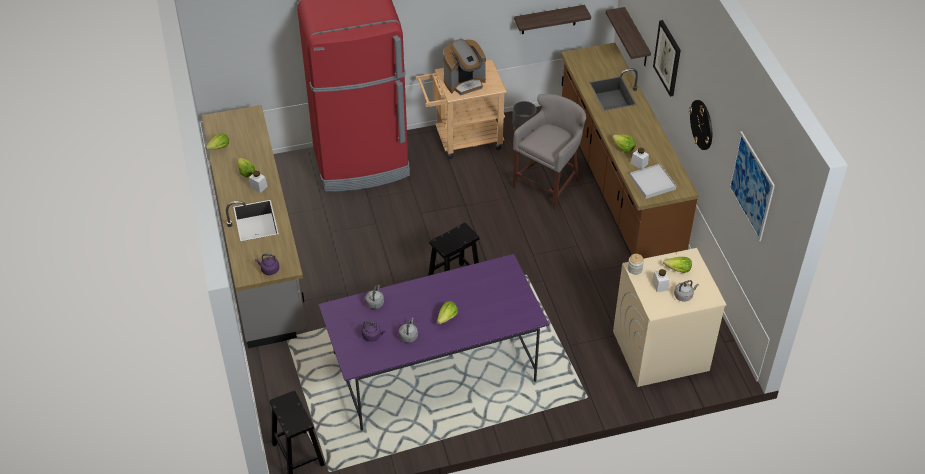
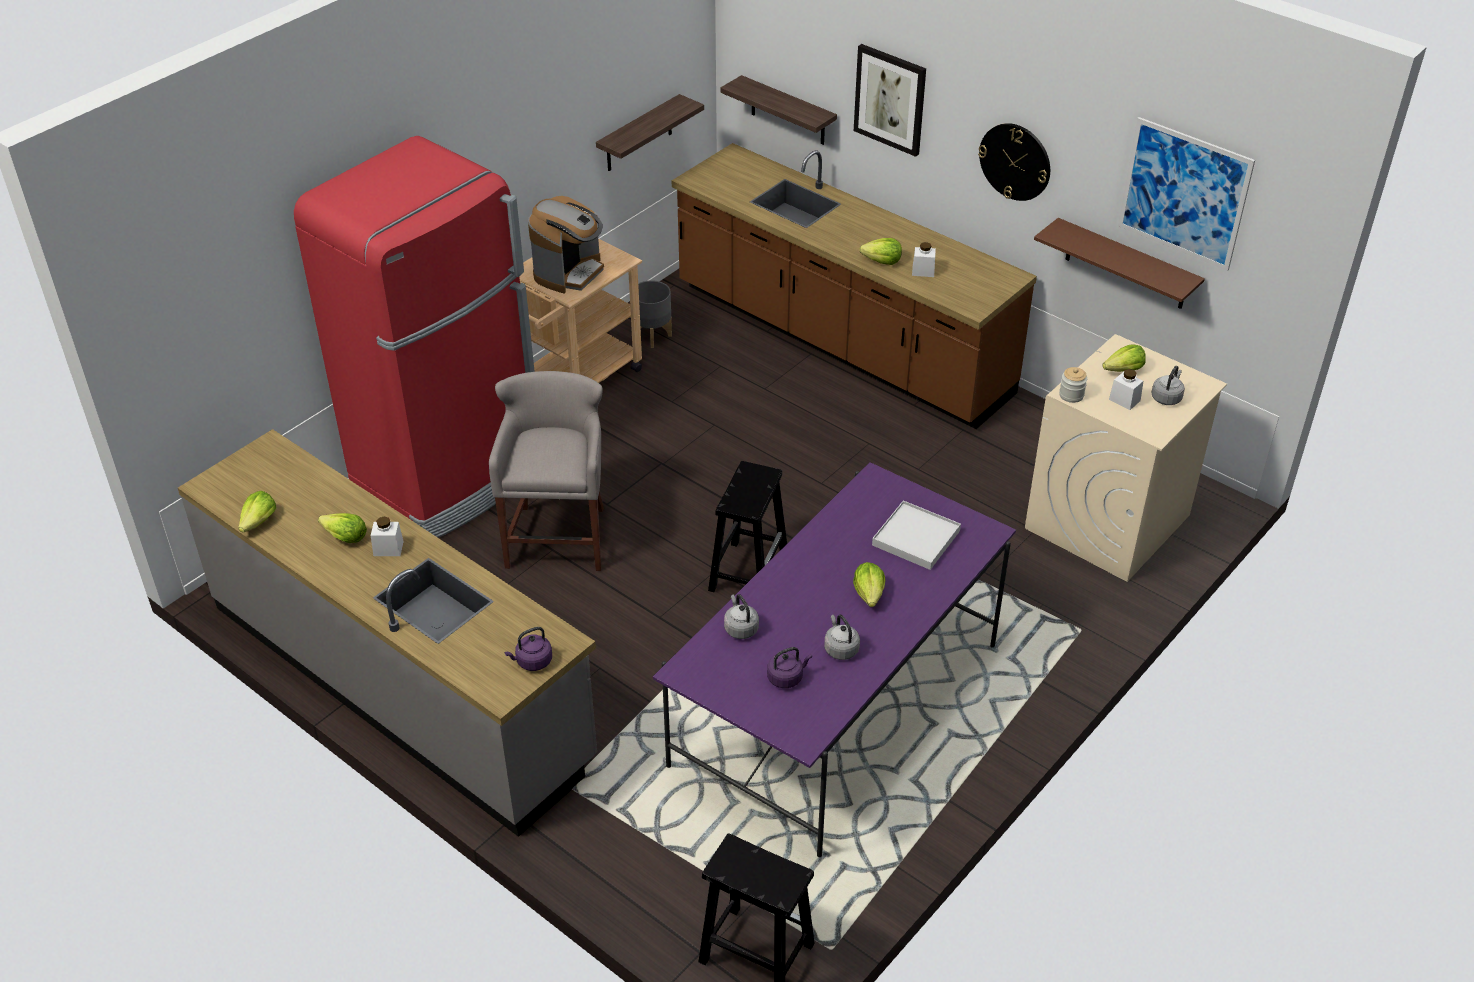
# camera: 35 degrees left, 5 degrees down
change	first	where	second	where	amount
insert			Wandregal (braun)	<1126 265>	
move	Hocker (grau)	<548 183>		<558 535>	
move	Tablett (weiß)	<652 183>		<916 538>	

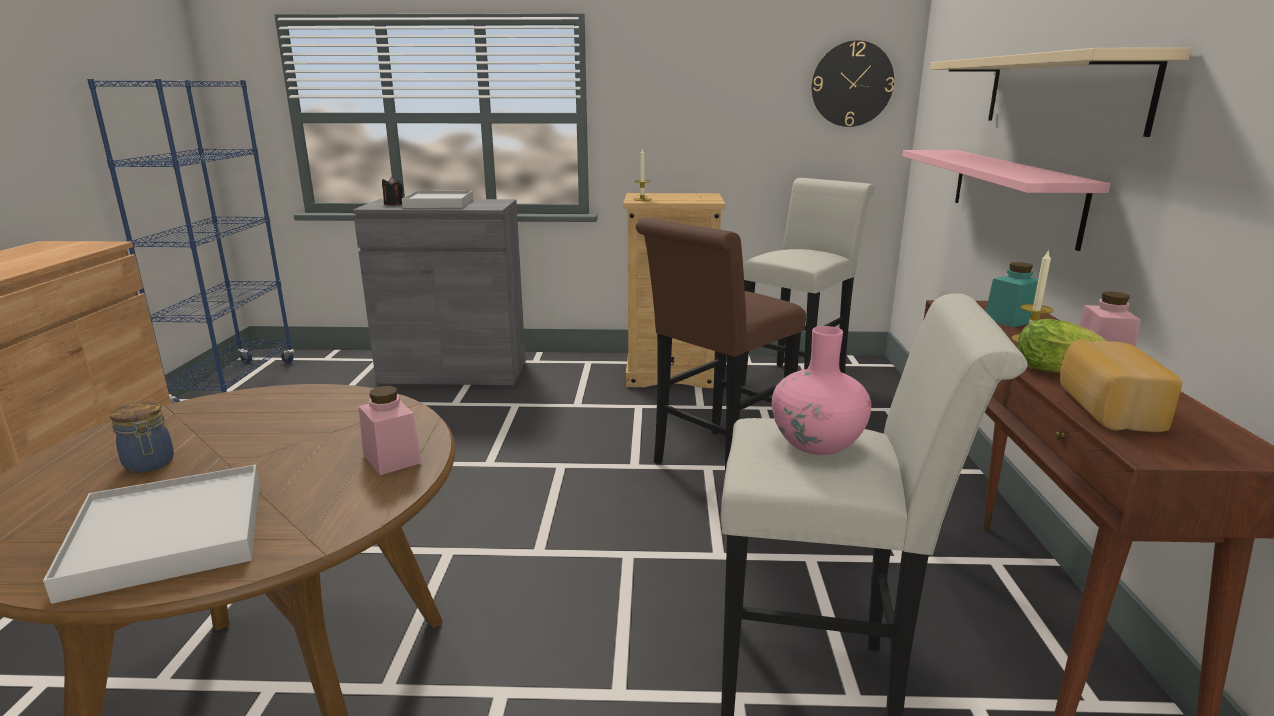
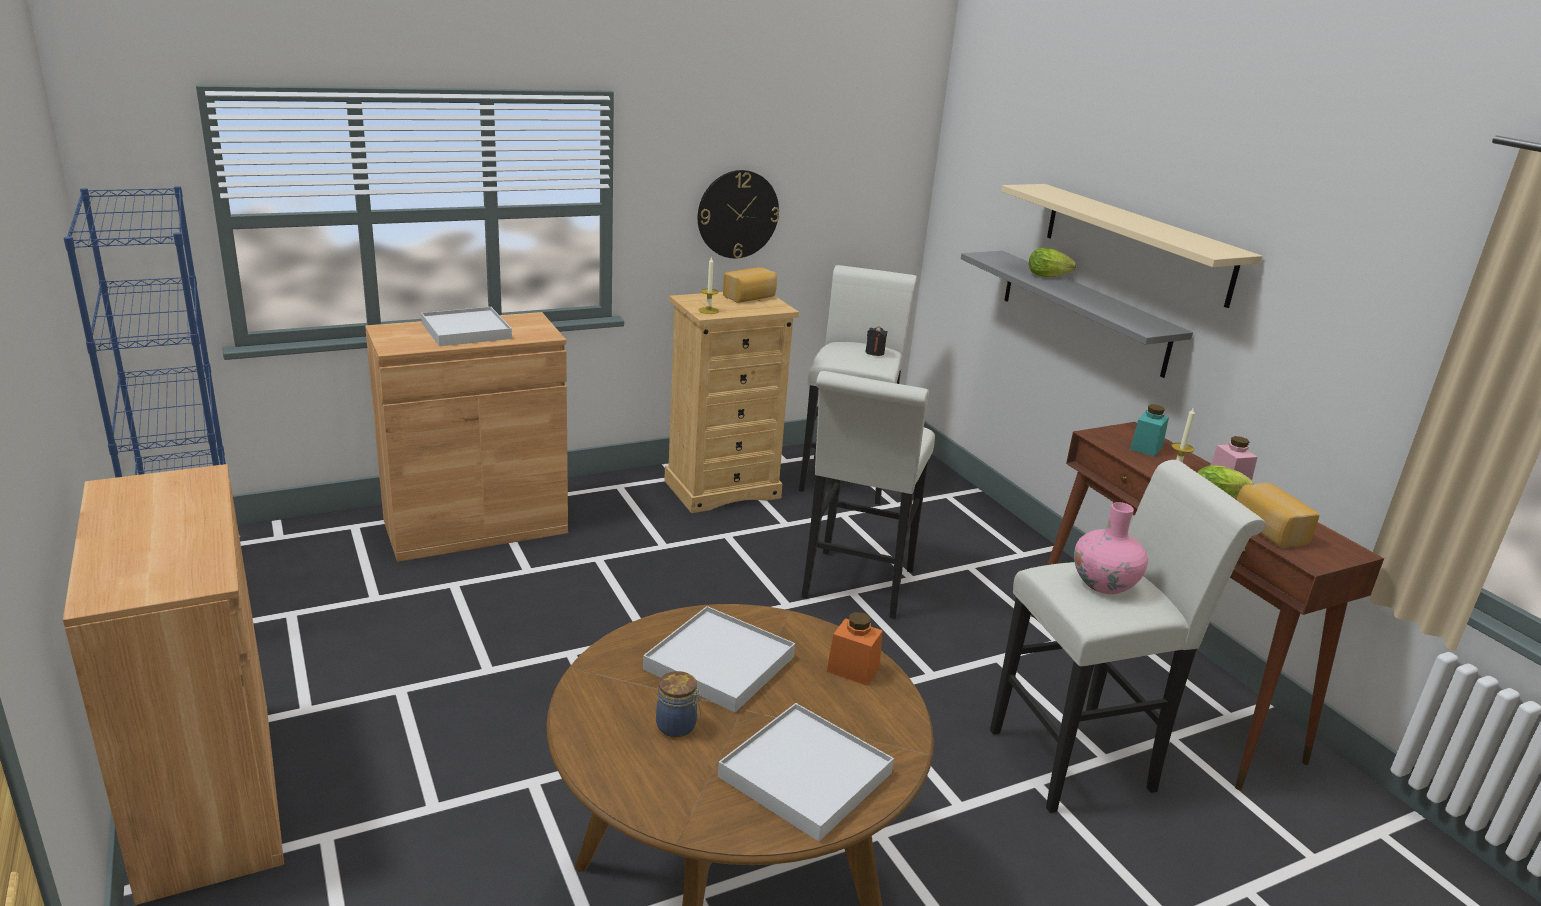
# camera: 30 degrees left, 5 degrees up
change	first	where	second	where	amount
insert			Tablett (weiß)	<720 663>	
insert			Brot	<750 297>	
insert			Salatkopf	<1050 277>	
move	Kerze (schwarz)	<394 204>		<874 352>	
move	Wanduhr	<852 84>		<737 214>	
recolor	Schrank (grau)	<453 371>	Schrank (braun)	<476 527>	
recolor	Vorratsglas (rosa)	<392 458>	Vorratsglas (orange)	<853 669>	
recolor	Hocker (braun)	<715 465>	Hocker (weiß)	<855 588>	
recolor	Wandregal (rosa)	<1012 193>	Wandregal (grau)	<1083 311>	

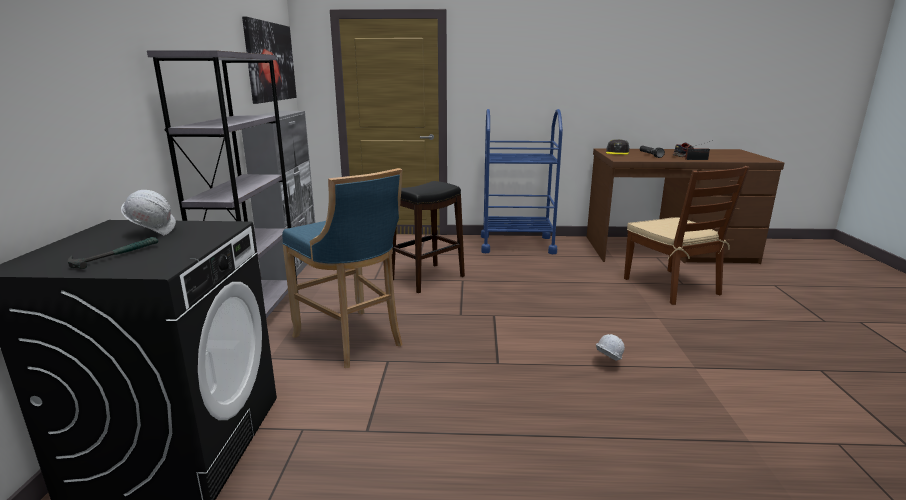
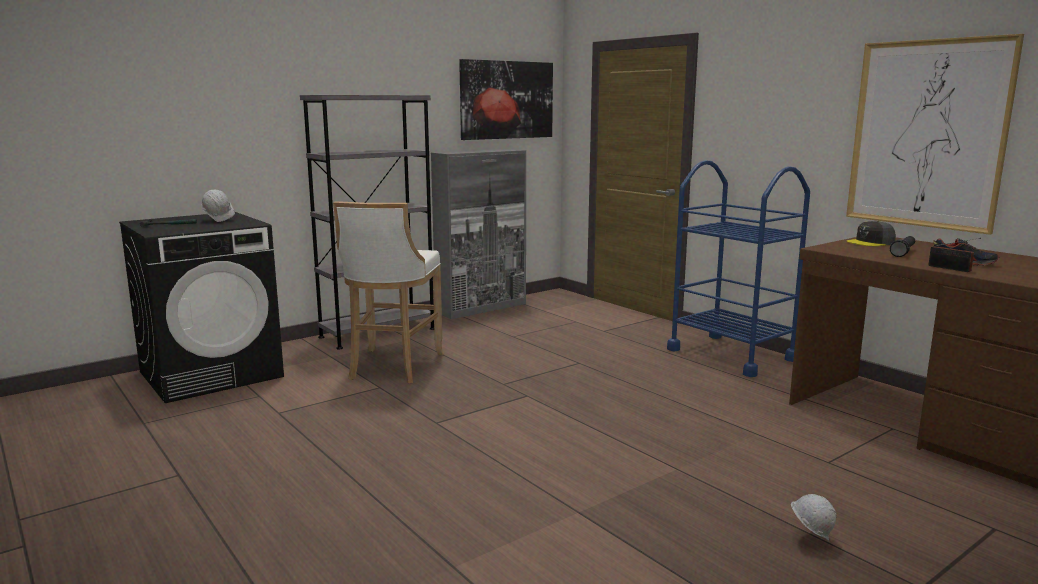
# camera: 50 degrees right, 5 degrees down
change	first	where	second	where	amount
delete	Hocker (schwarz)	<427 278>			
delete	Stuhl (braun)	<672 286>			
insert			Bild	<927 134>	
move	Schutzhelm (weiß)	<606 363>		<809 538>	
recolor	Hocker (blau)	<352 340>	Hocker (weiß)	<392 367>	

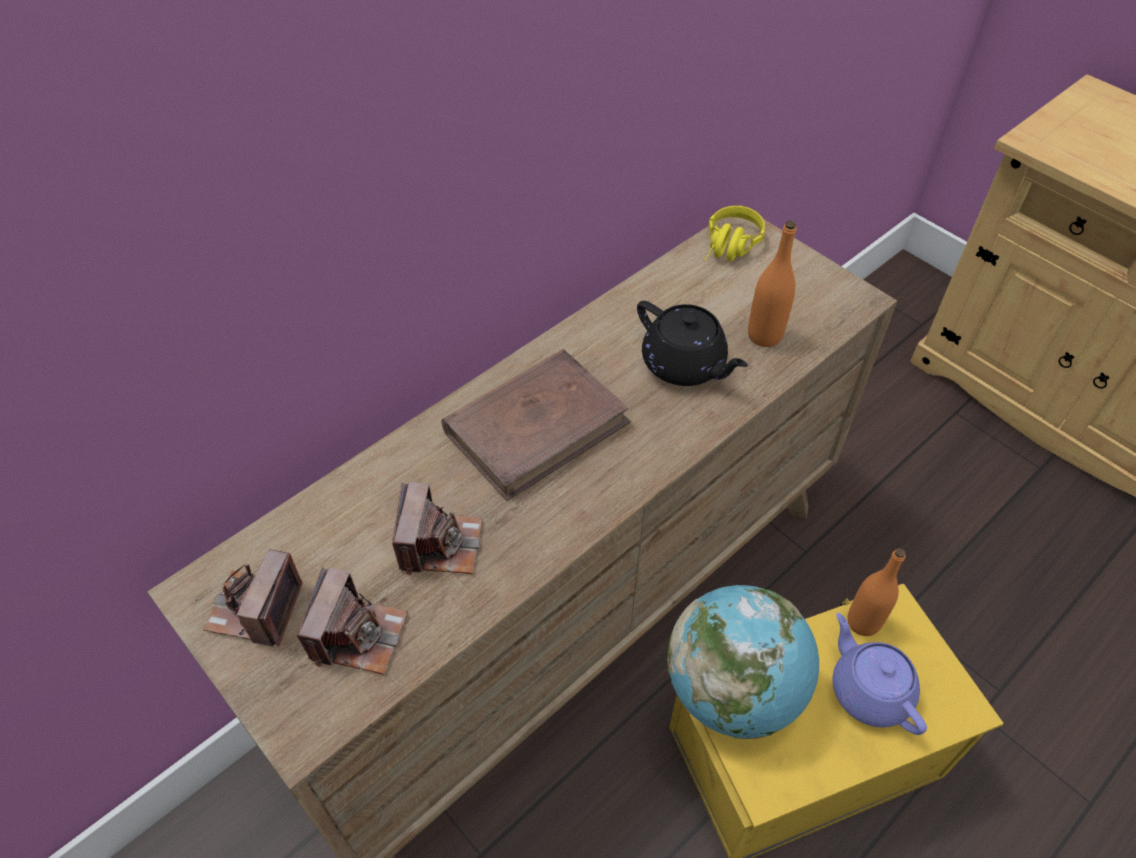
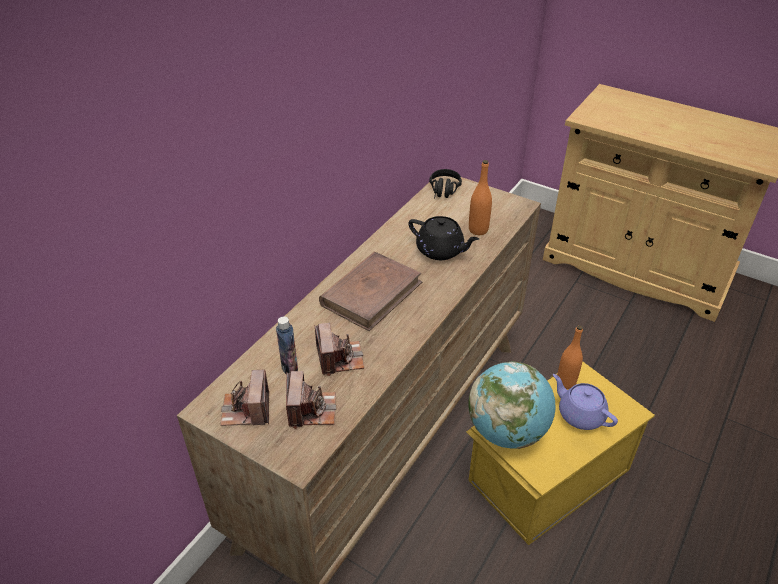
# camera: 15 degrees left, 10 degrees down
change	first	where	second	where	amount
insert			Flasche	<289 367>	
recolor	Kopfhörer (gelb)	<729 249>	Kopfhörer (schwarz)	<444 192>	

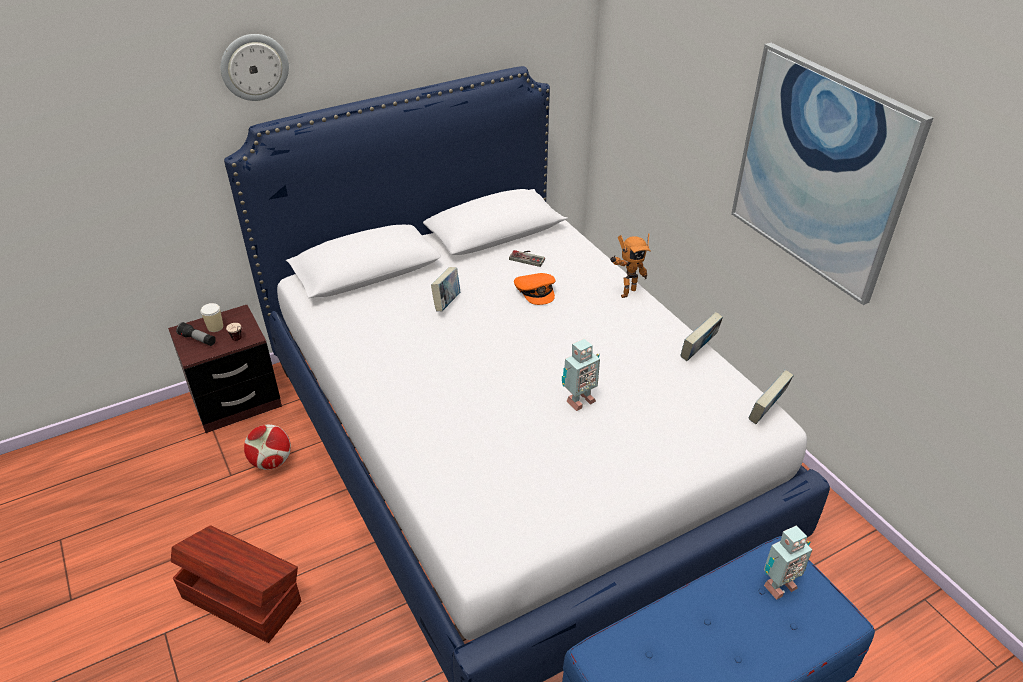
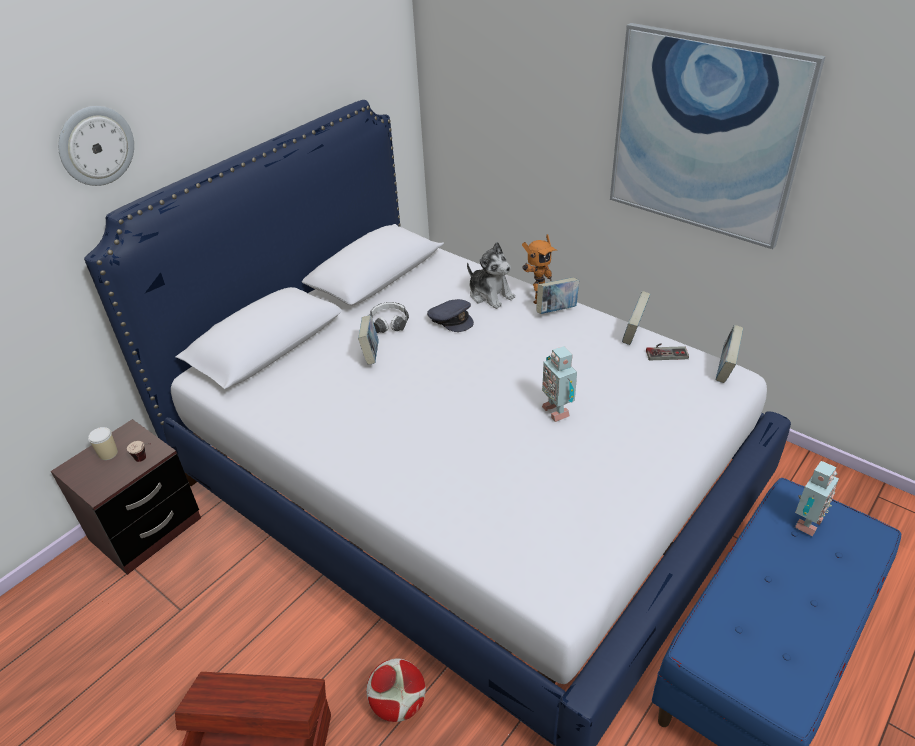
# camera: 20 degrees left, 0 degrees up
change	first	where	second	where	amount
delete	Taschenlampe	<198 339>			
insert			Kopfhörer	<389 322>	
insert			Plüschtier	<490 295>	
insert			Buch	<556 310>	
move	Fußball	<272 462>		<398 704>	
move	Gamepad	<528 257>		<666 351>	
recolor	Kappe (orange)	<535 291>	Kappe (grau)	<451 319>	
rotate	Spielzeugroboter	<578 401>		<557 410>	120 degrees clockwise

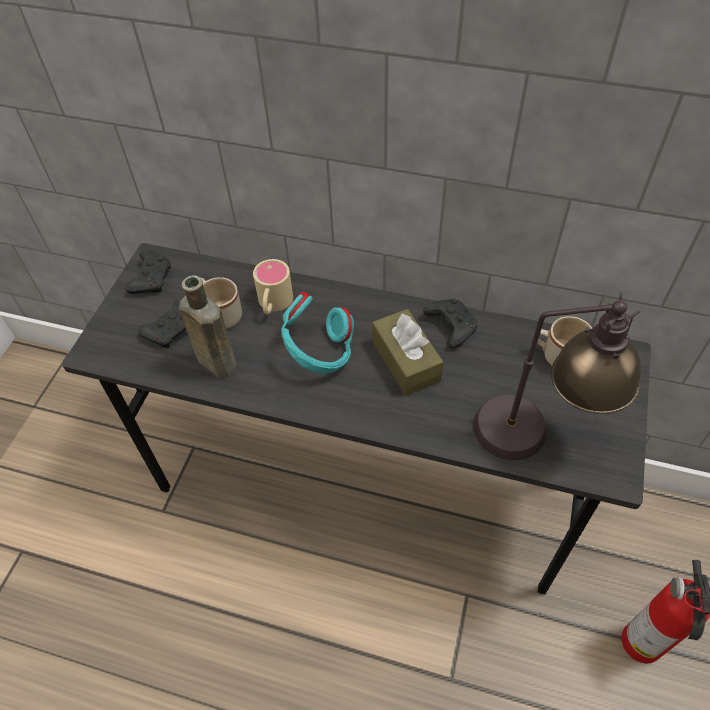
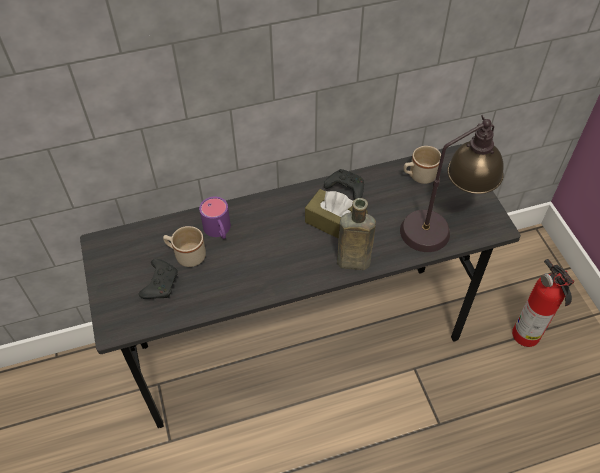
# camera: 35 degrees left, 0 degrees up
change	first	where	second	where	amount
delete	Gamepad (schwarz)	<151 278>			
delete	Kopfhörer (türkis)	<319 353>			
move	Flasche (braun)	<215 362>		<351 262>	
recolor	Henkelbecher (beige)	<273 304>	Henkelbecher (lila)	<219 231>	

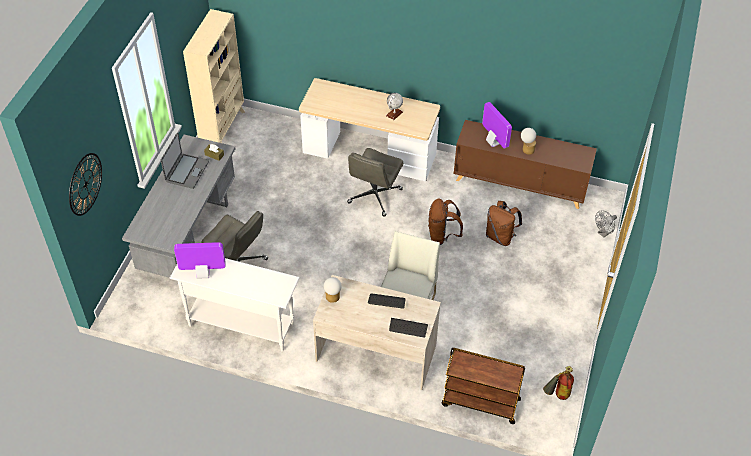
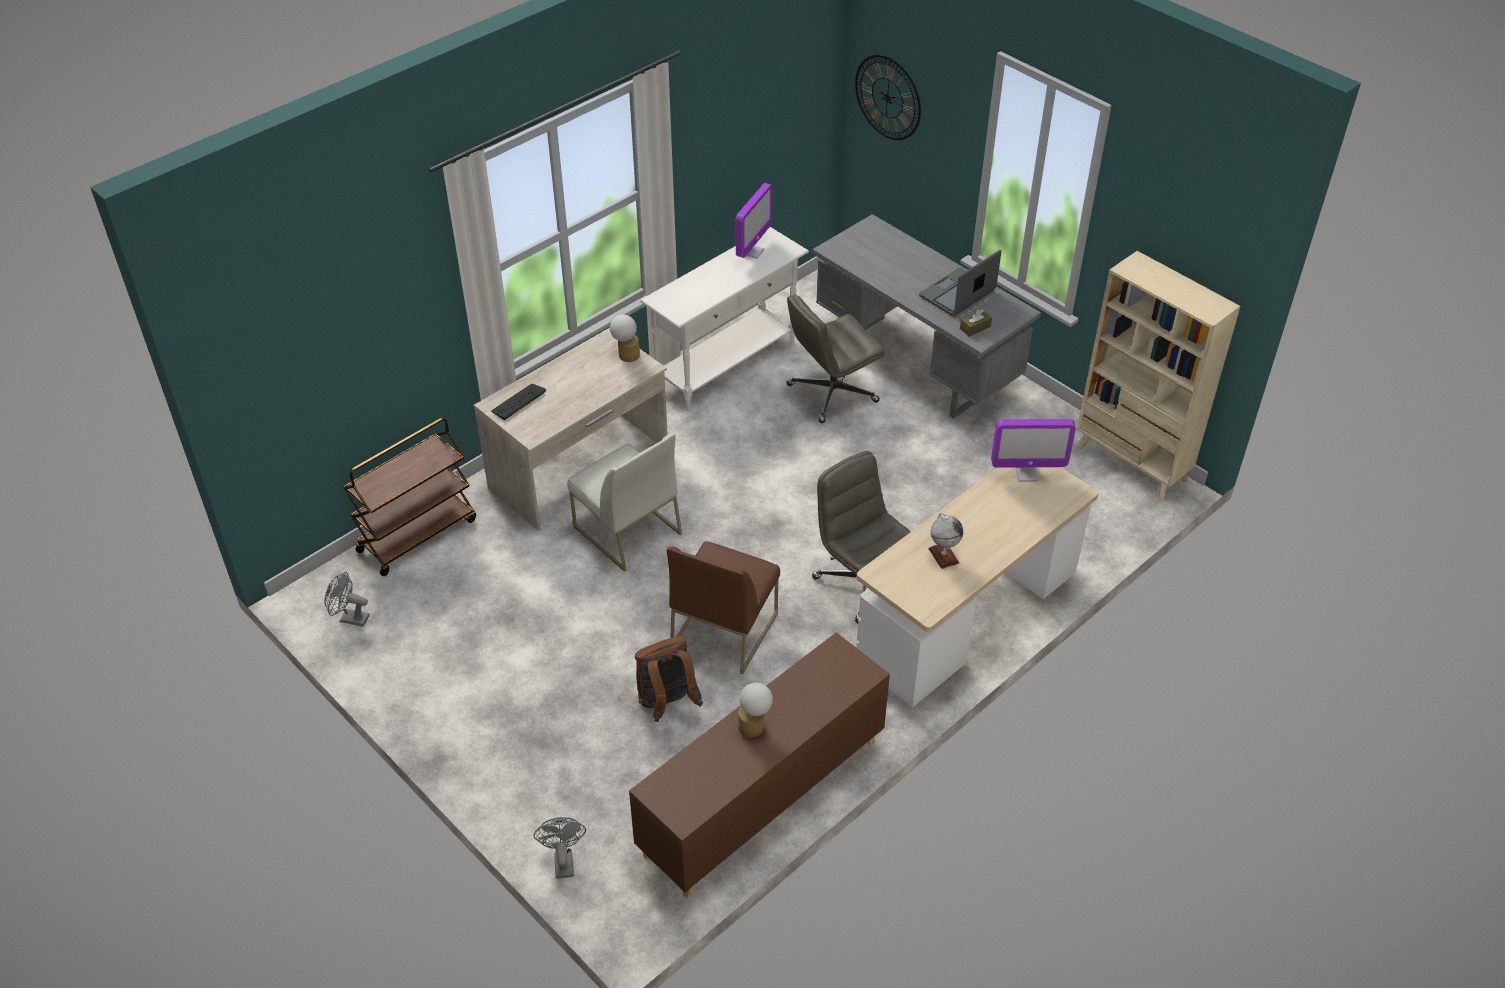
# camera: 120 degrees right, 5 degrees down
change	first	where	second	where	amount
delete	Tastatur	<386 301>			
move	Monitor	<493 142>		<1026 474>	
replace	Rucksack (braun)	<442 236>	Stuhl (braun)	<724 630>	
replace	Feuerlöscher	<556 396>	Ventilator (grau)	<350 618>	
rotate	Laptop	<186 171>		<958 294>	90 degrees clockwise

